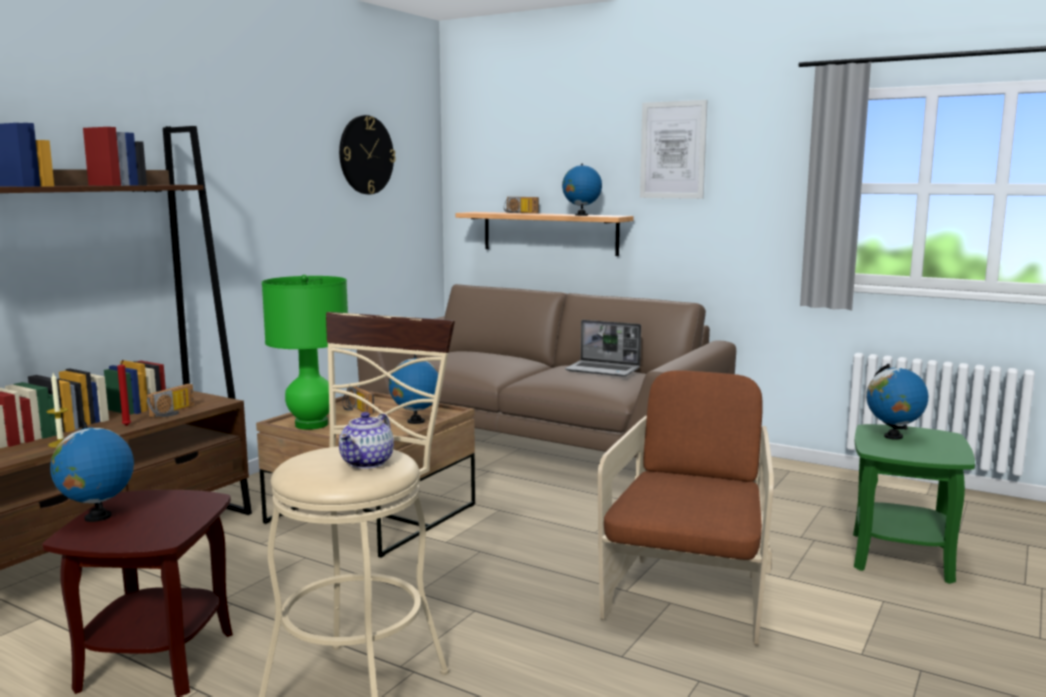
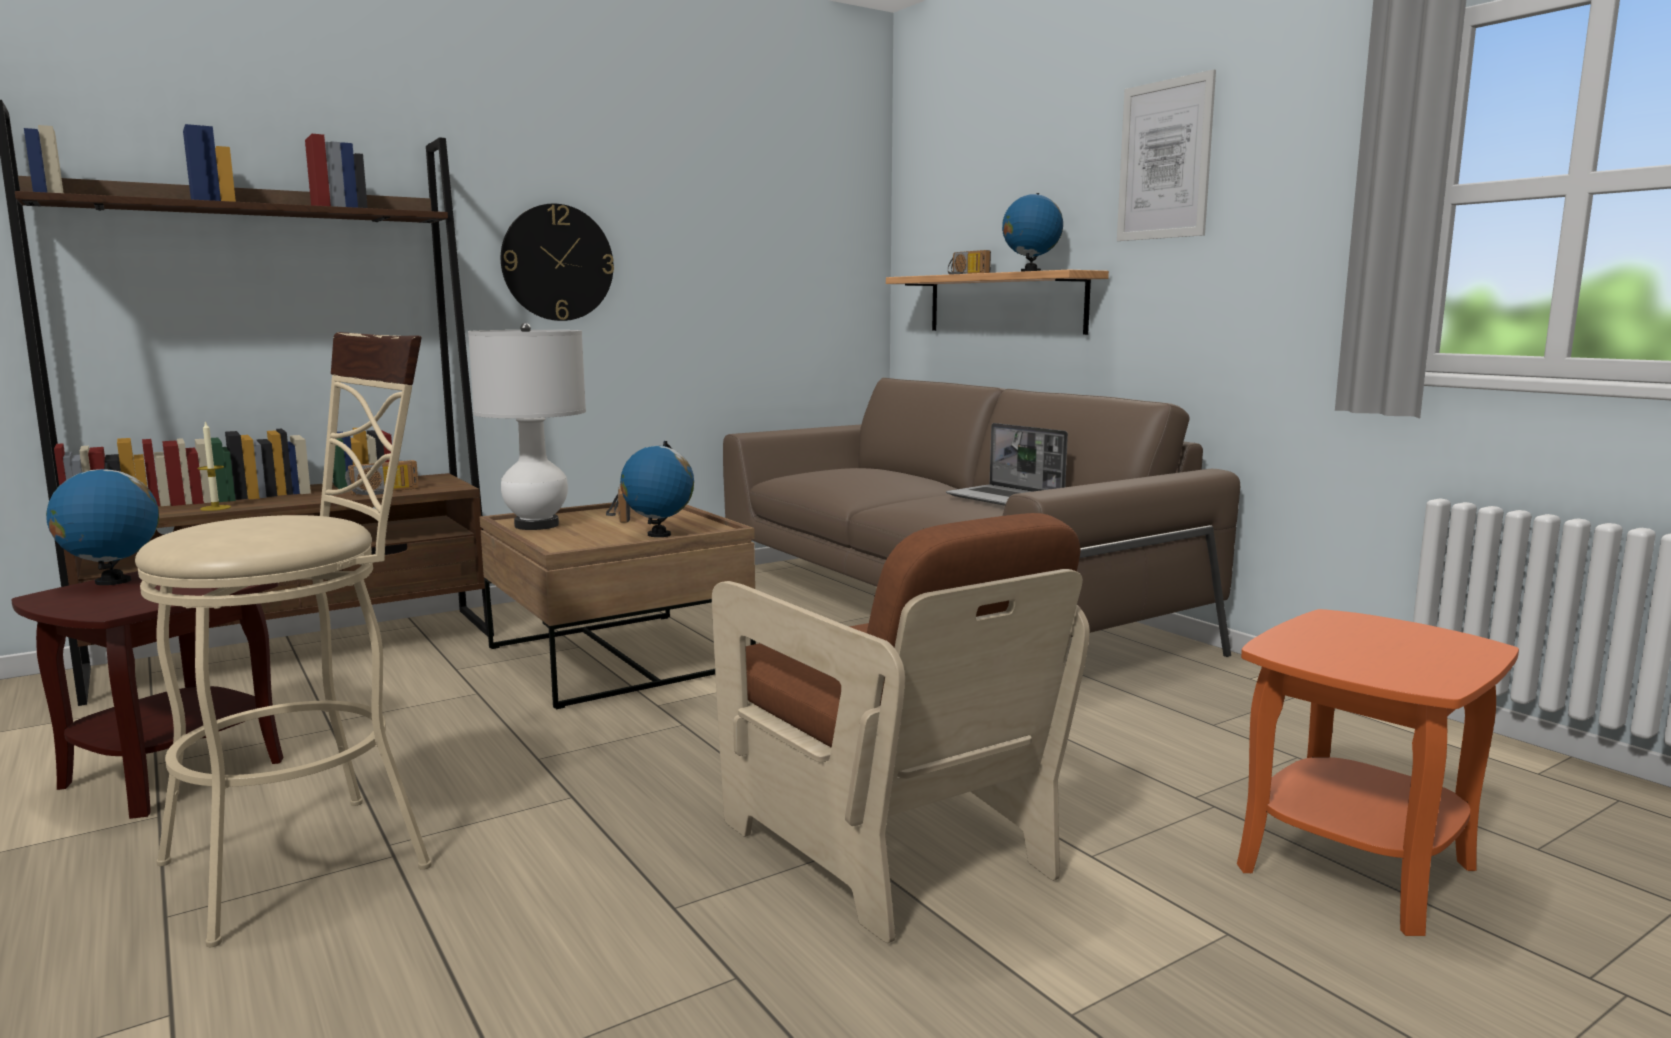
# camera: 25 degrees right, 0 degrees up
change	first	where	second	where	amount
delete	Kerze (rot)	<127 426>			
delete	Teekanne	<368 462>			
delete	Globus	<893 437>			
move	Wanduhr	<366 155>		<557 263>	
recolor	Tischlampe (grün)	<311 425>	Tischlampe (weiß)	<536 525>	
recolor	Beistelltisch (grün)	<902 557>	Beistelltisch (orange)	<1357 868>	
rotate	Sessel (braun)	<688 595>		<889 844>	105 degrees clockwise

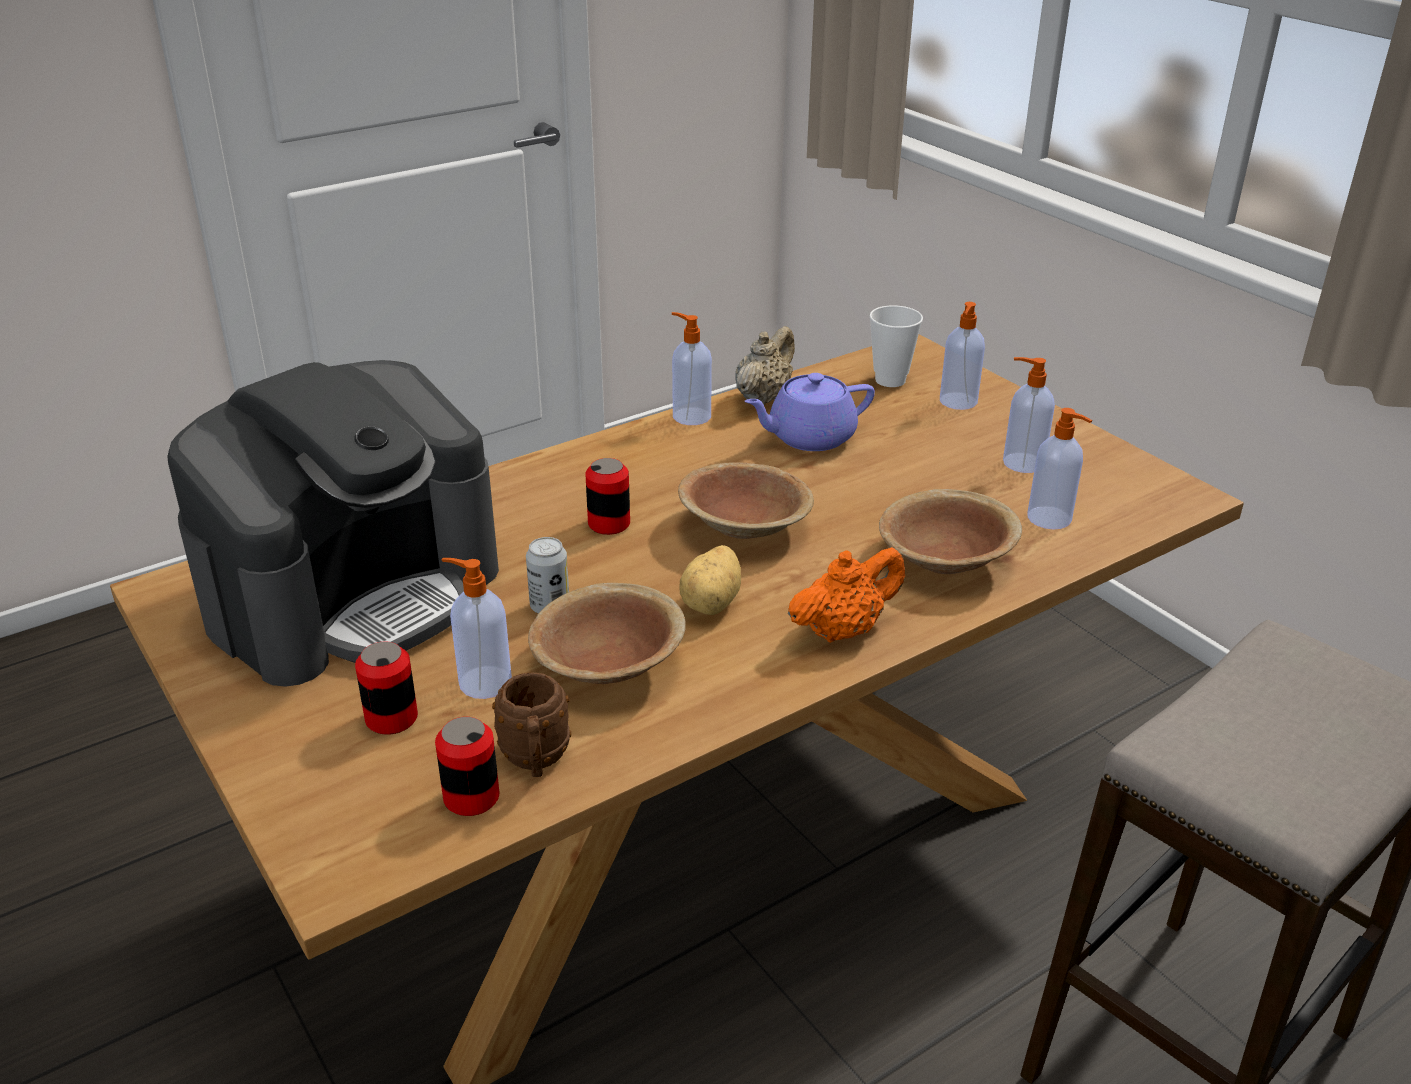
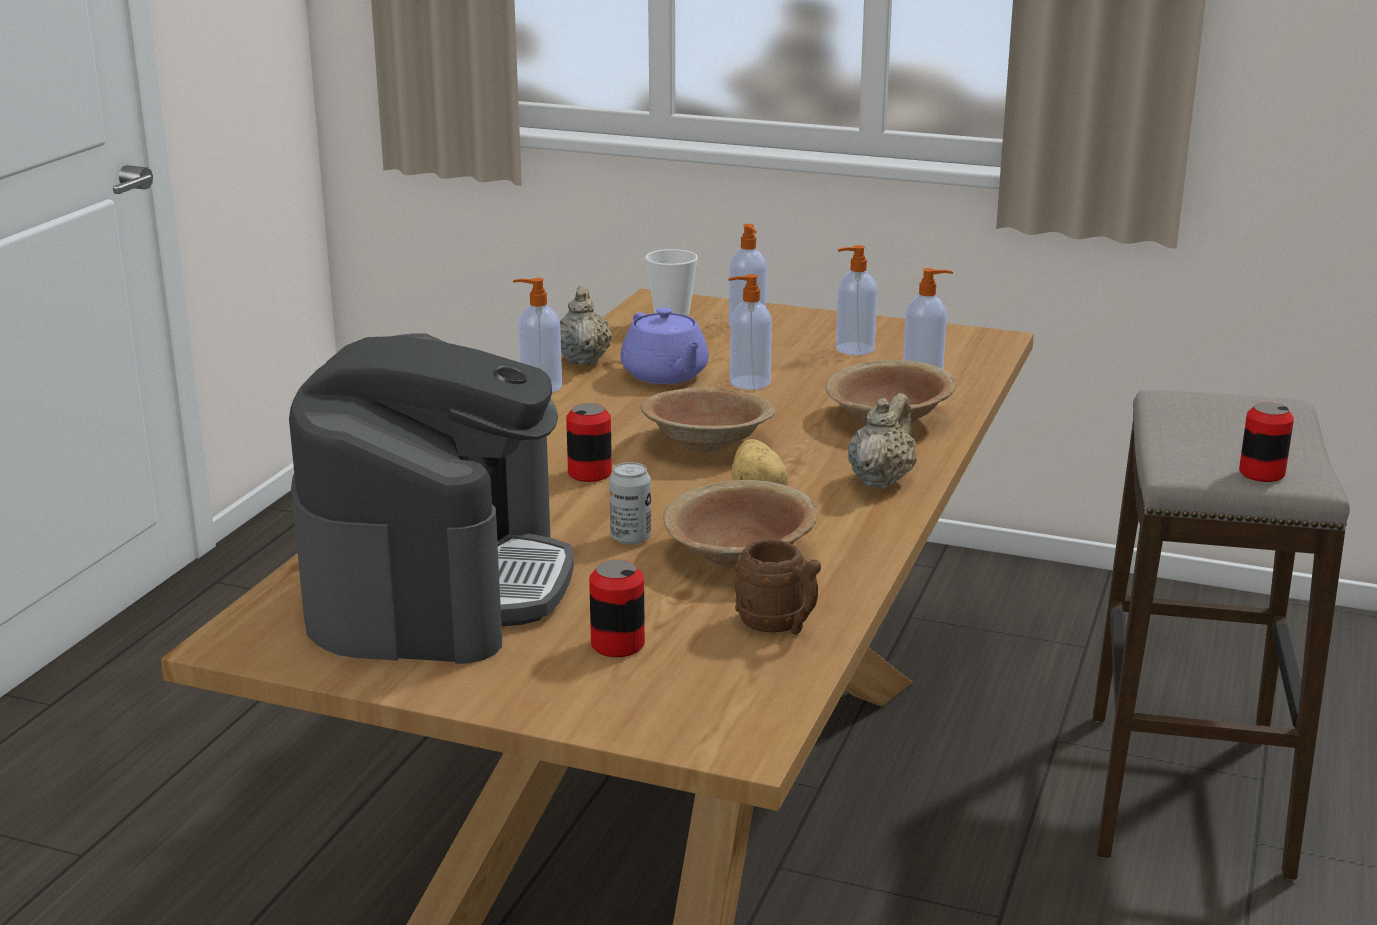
# camera: 35 degrees left, 10 degrees down
change	first	where	second	where	amount
move	Dose	<471 797>		<1261 473>	
move	Seifenspender	<483 682>		<748 383>	
recolor	Teekanne (orange)	<843 630>	Teekanne (beige)	<881 480>	
rotate	Teekanne (lila)	<809 437>		<665 375>	60 degrees counterclockwise

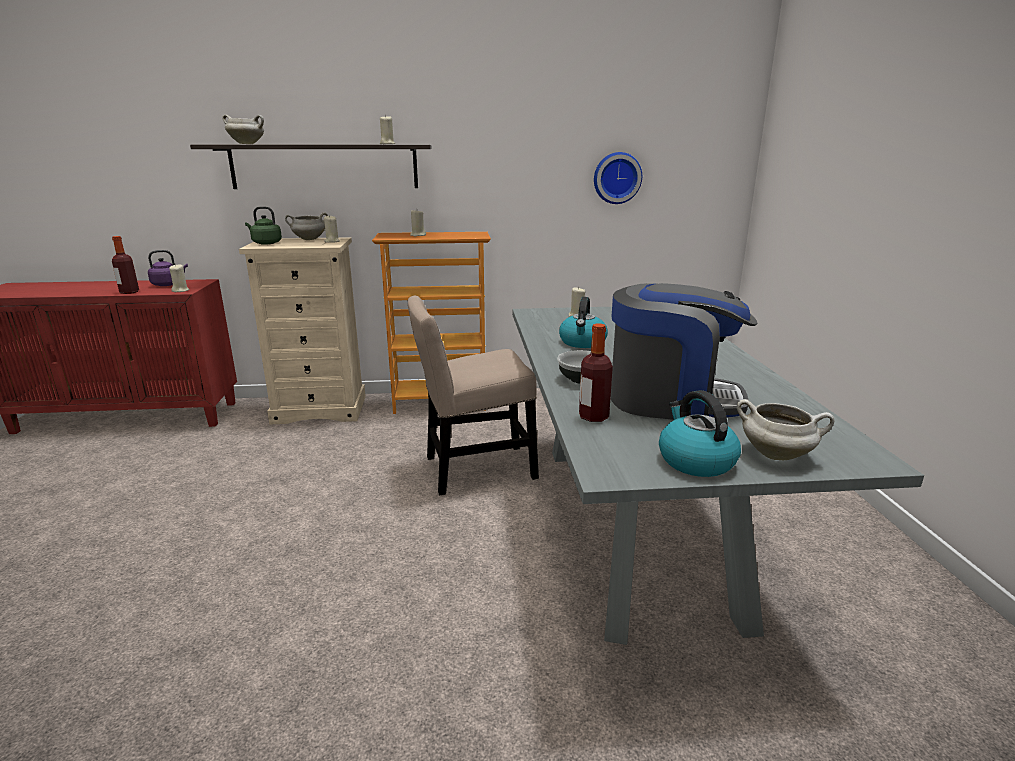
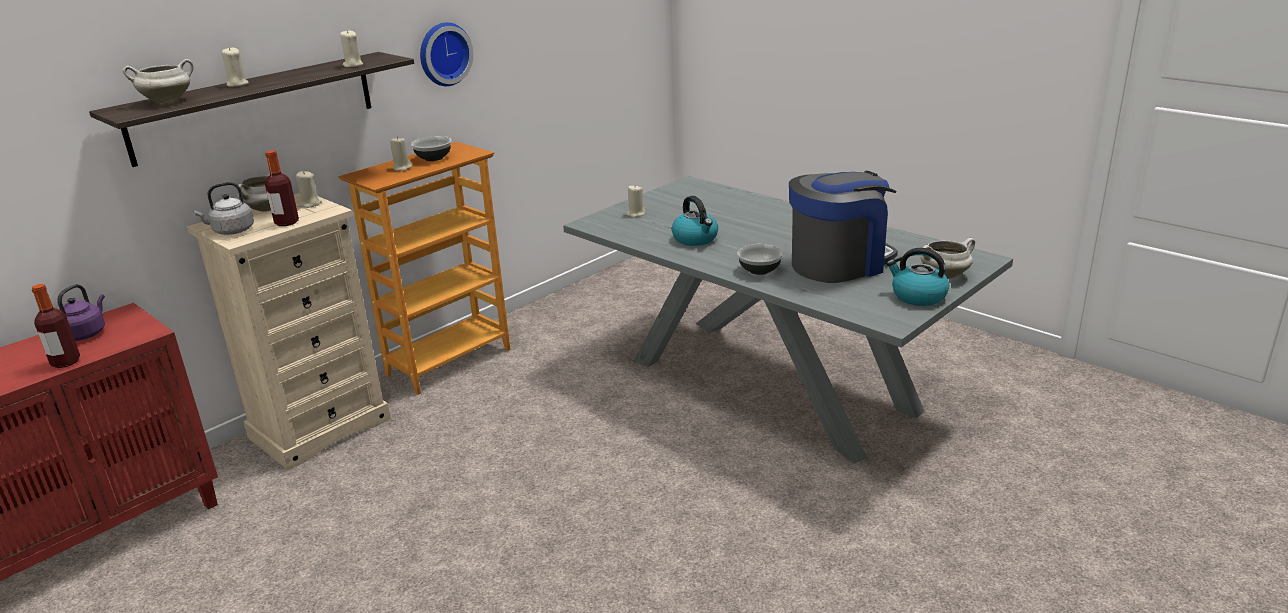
# camera: 40 degrees left, 5 degrees up
change	first	where	second	where	amount
delete	Stuhl (beige)	<474 469>			
insert			Schüssel	<433 158>	
move	Kerze (beige)	<180 290>		<237 84>	
move	Flasche	<593 416>		<286 223>	
move	Wanduhr	<616 178>		<443 54>	
recolor	Wasserkessel (grün)	<265 243>	Wasserkessel (grau)	<231 231>	

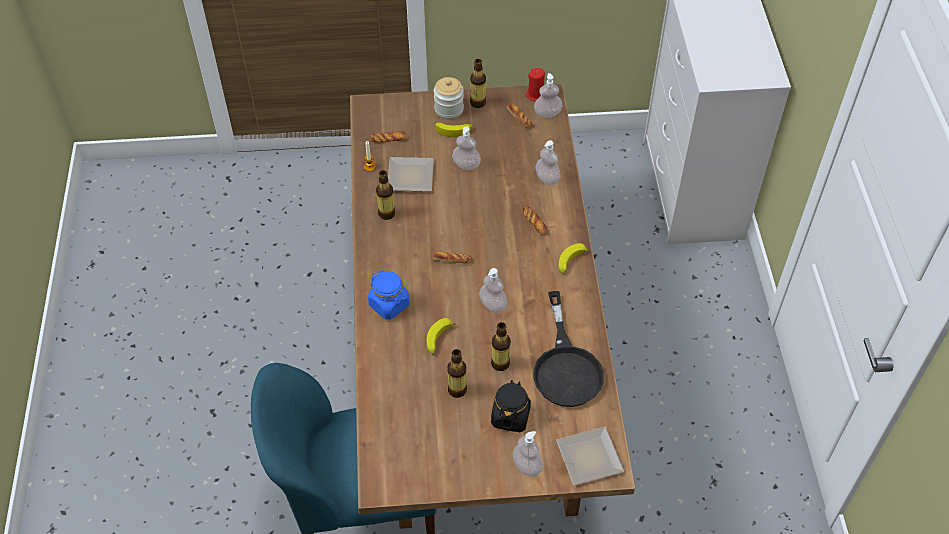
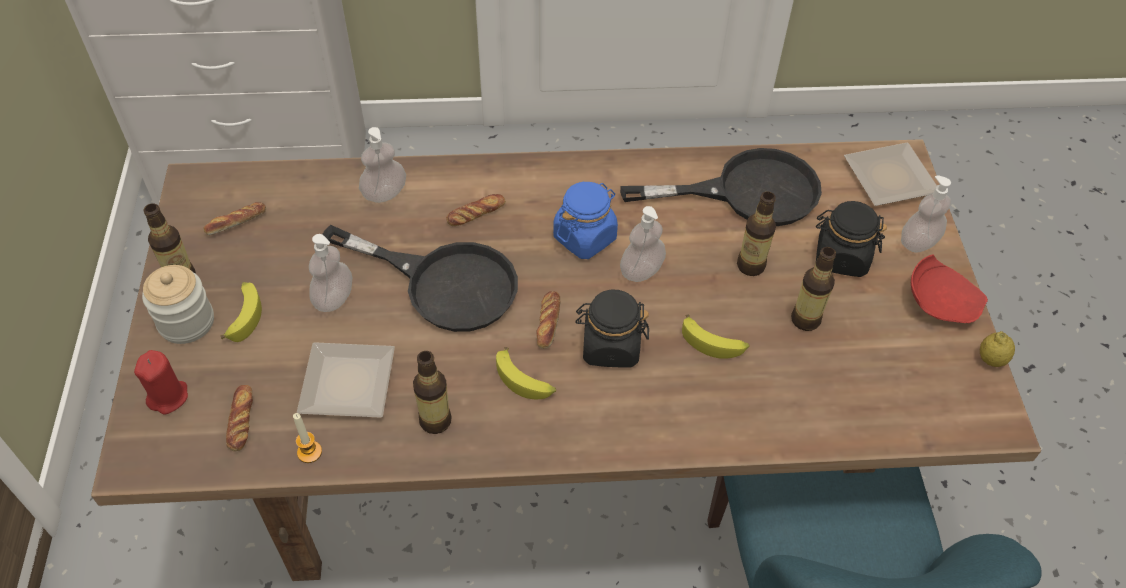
# camera: 90 degrees left, 0 degrees up
change	first	where	second	where	amount
delete	Seifenspender	<547 113>			
insert			Pfanne (schwarz)	<444 283>	
insert			Vorratsglas (schwarz)	<610 346>	
insert			Teller (rot)	<940 301>	
insert			Zitrone	<991 360>	
move	Vorratsglas (blau)	<389 305>		<585 237>	
move	Kerze (rot)	<536 95>		<168 396>	
move	Banane	<571 262>		<525 380>	

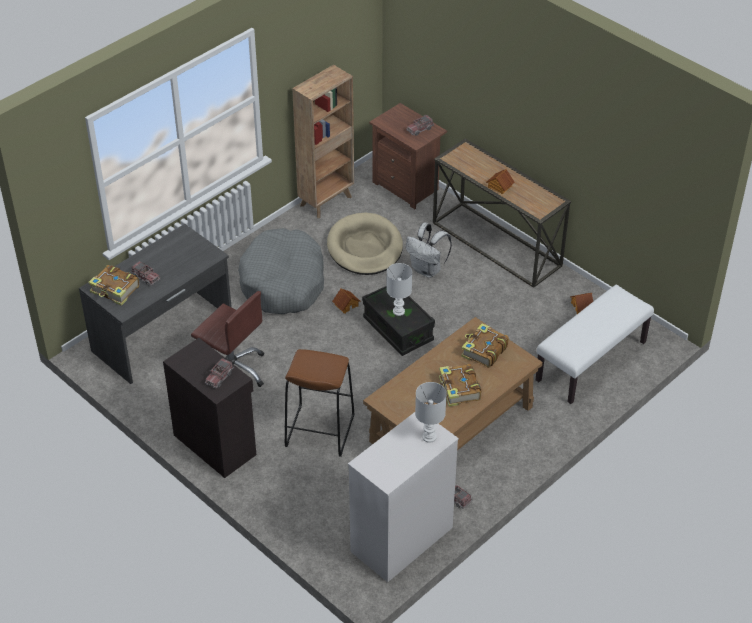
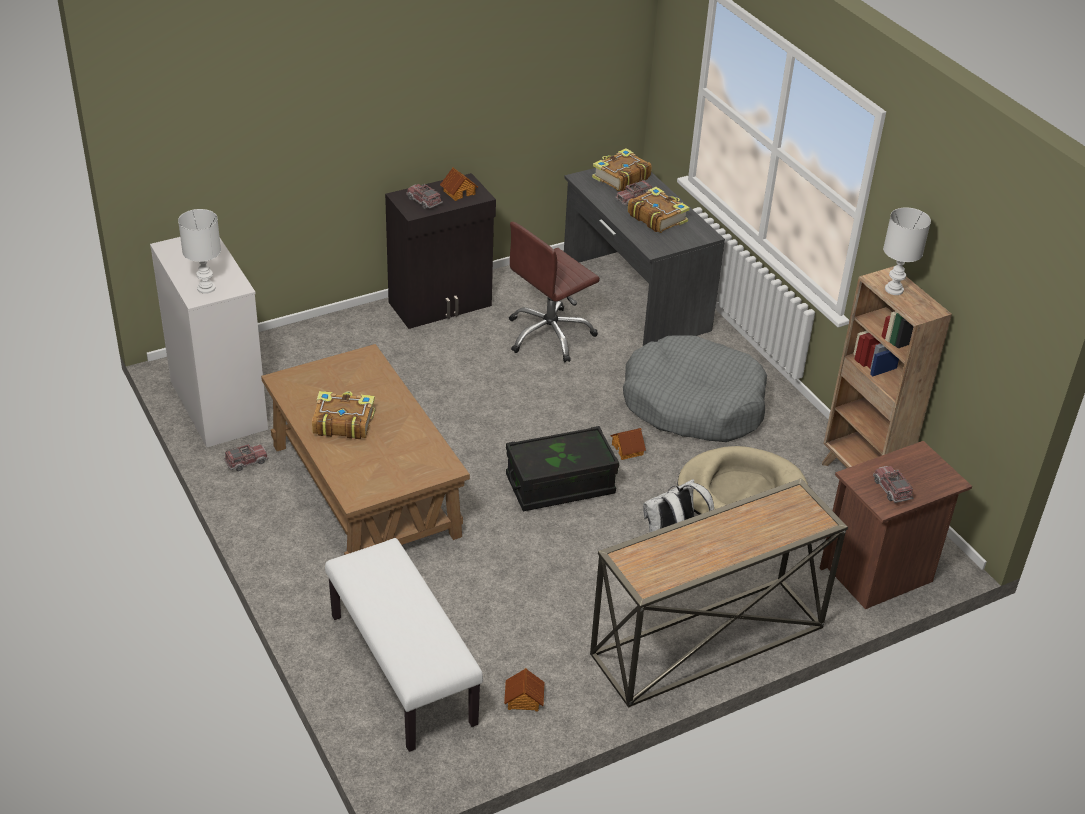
# camera: 105 degrees right, 5 degrees down
change	first	where	second	where	amount
delete	Hocker (braun)	<319 431>			
move	Tischlampe (weiß)	<398 311>		<893 289>	
move	Buch	<483 351>		<657 217>	
move	Spielzeughaus	<499 186>		<459 192>	

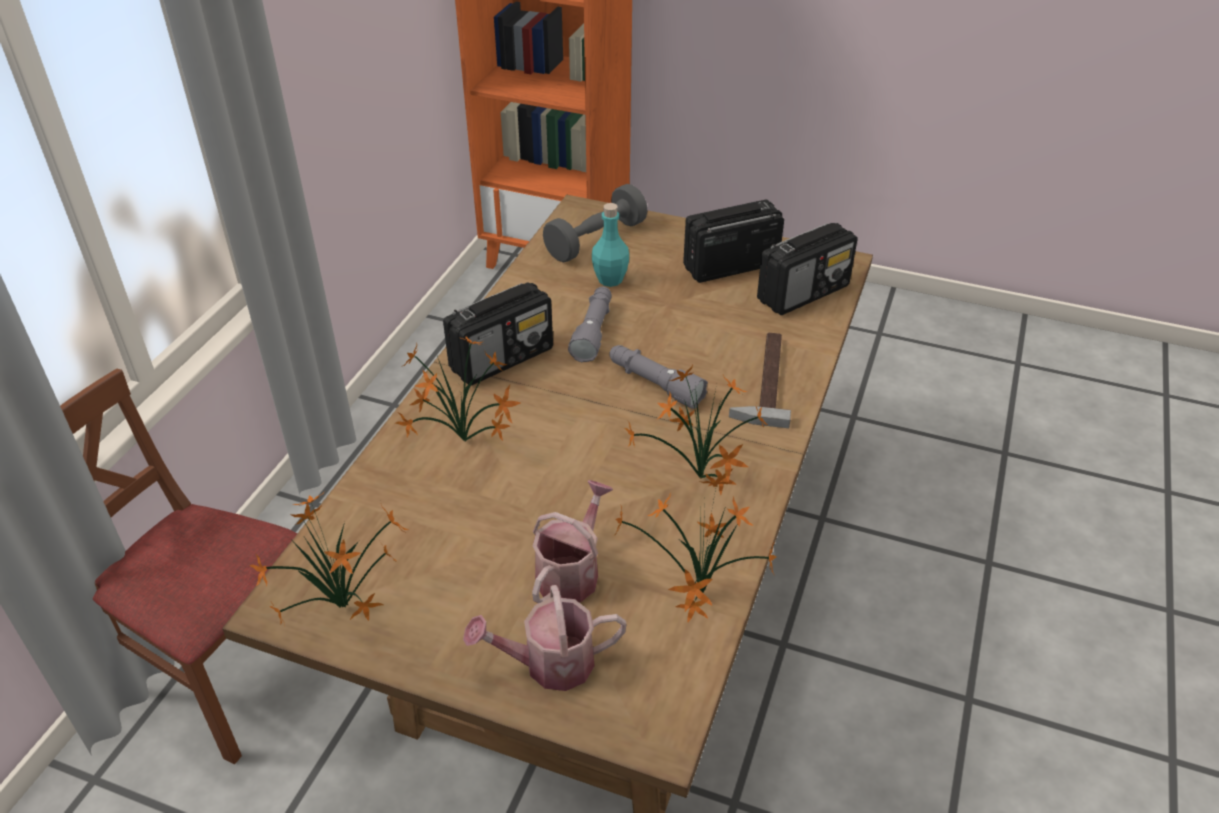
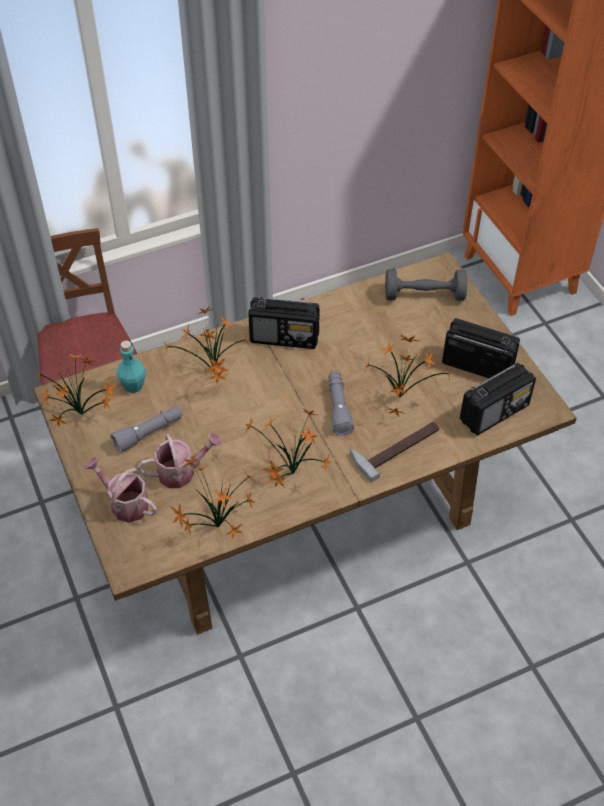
# camera: 45 degrees right, 10 degrees up
change	first	where	second	where	amount
insert			Topfpflanze	<400 396>	
move	Taschenlampe (grau)	<593 331>		<149 433>	
move	Flasche (türkis)	<610 280>		<133 386>	
rotate	Radio	<804 293>		<495 412>	45 degrees counterclockwise

